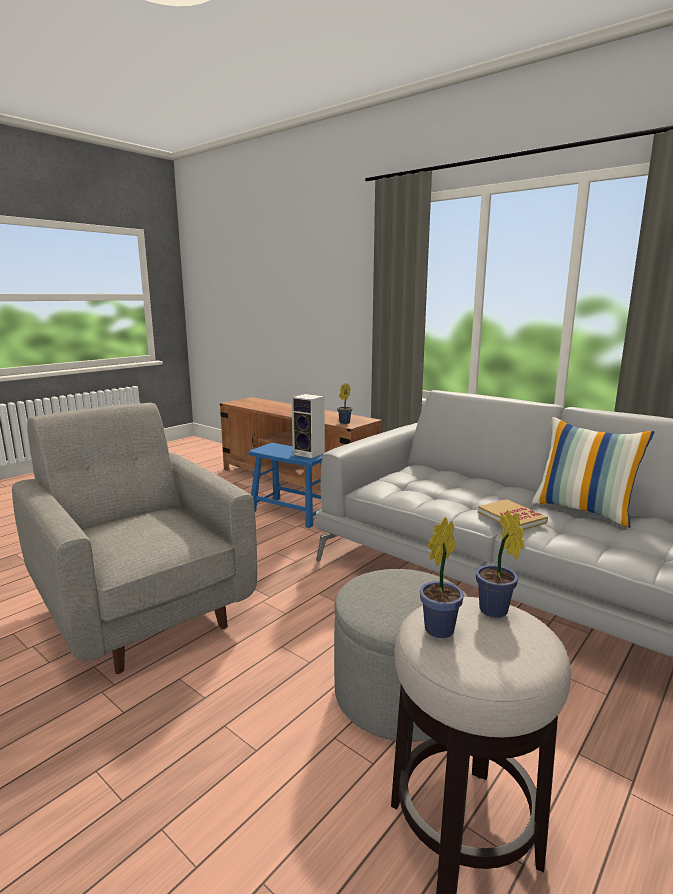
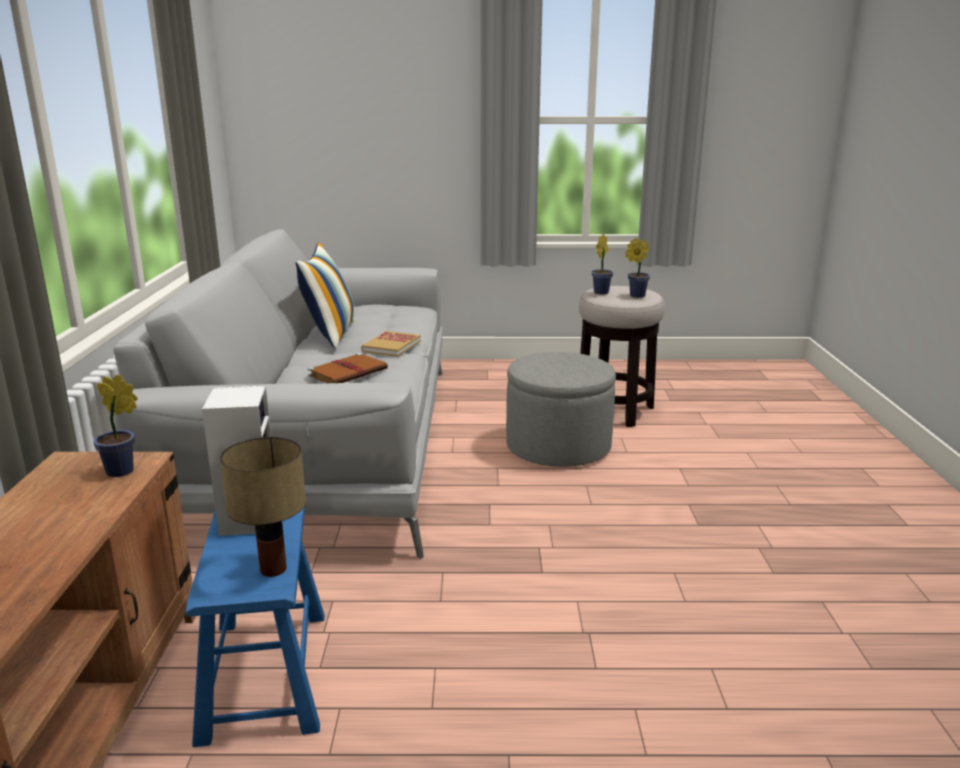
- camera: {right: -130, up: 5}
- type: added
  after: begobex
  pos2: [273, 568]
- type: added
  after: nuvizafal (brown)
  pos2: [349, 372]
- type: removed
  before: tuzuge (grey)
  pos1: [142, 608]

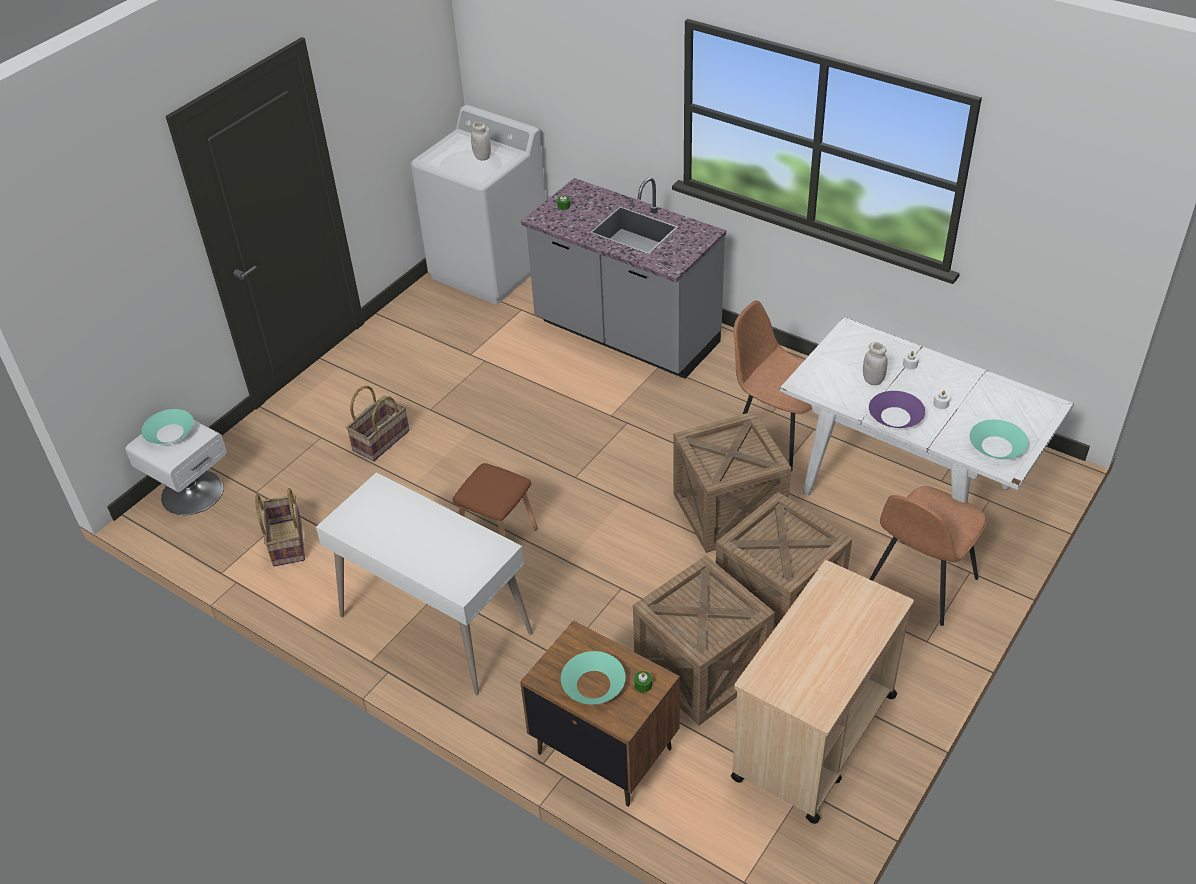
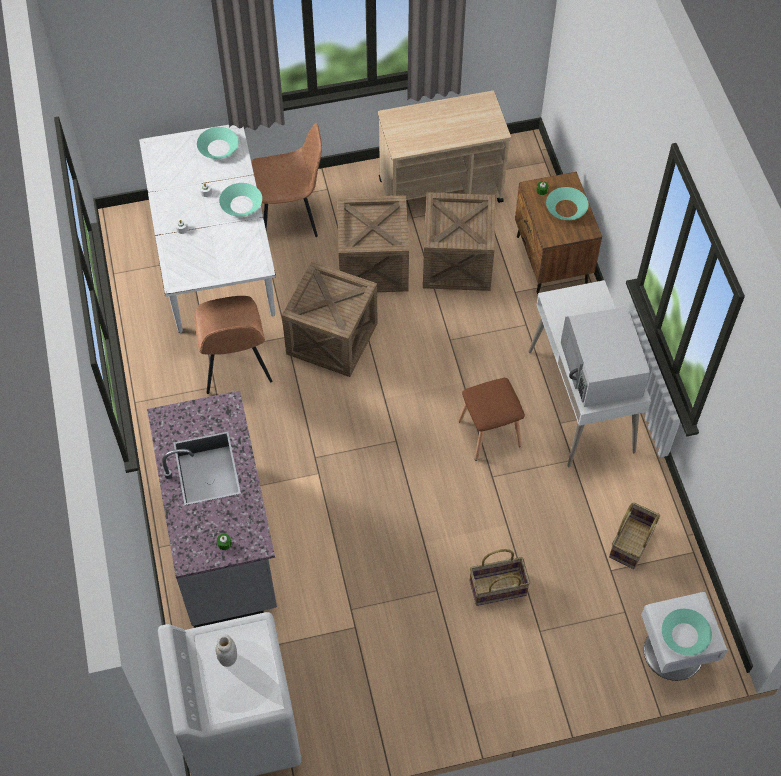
- camera: {right: -140, up: 15}
- type: recoloured
  before: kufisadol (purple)
  after: kufisadol (turquoise)
  pos1: [895, 416]
  pos2: [241, 204]
- type: added
  after: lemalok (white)
  pos2: [601, 369]
- type: removed
  before: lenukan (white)
  pos1: [873, 380]

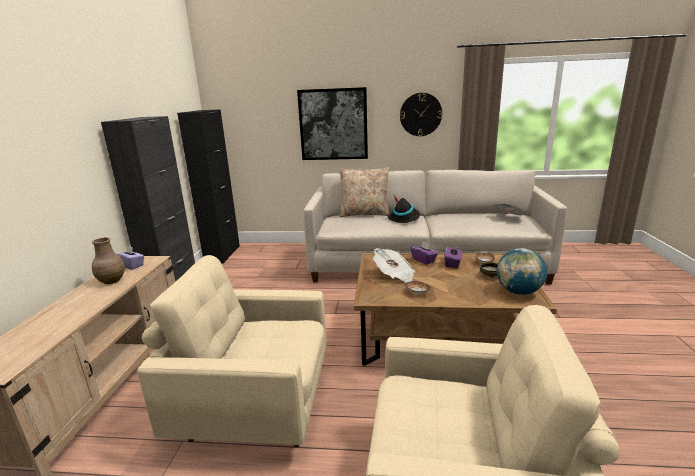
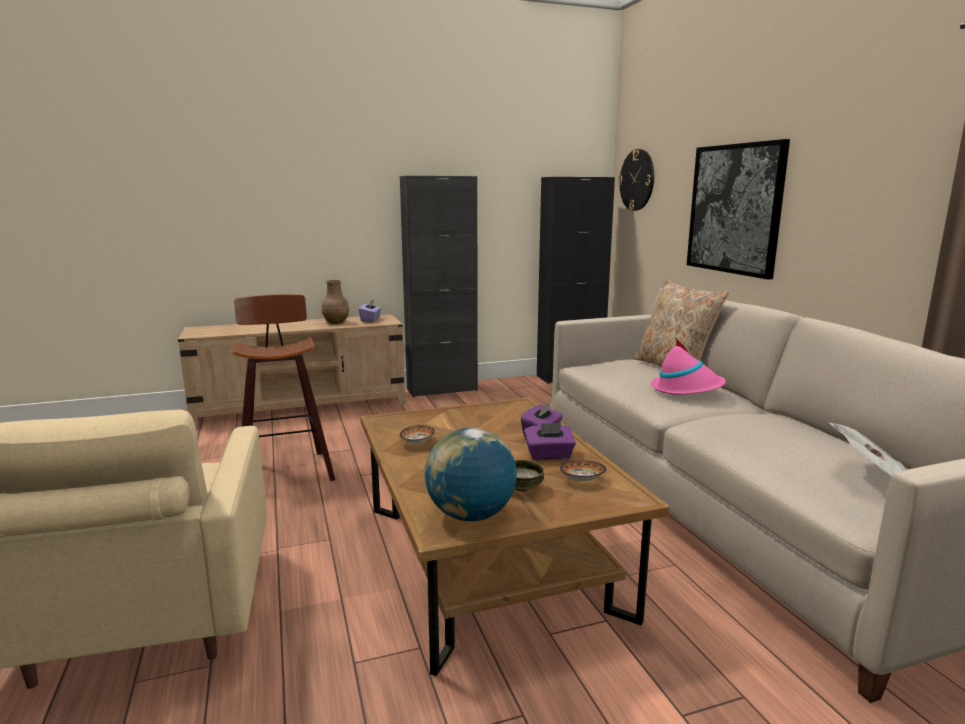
- camera: {right: 65, up: -5}
- type: replaced
  before: tuzuge (beige)
  after: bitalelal
  pos1: [254, 405]
  pos2: [285, 470]
- type: moved
  before: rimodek
  pos1: [420, 114]
  pos2: [637, 180]
- type: recoloured
  before: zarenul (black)
  after: zarenul (pink)
  pos1: [404, 218]
  pos2: [686, 389]
- type: removed
  before: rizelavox
  pos1: [394, 276]

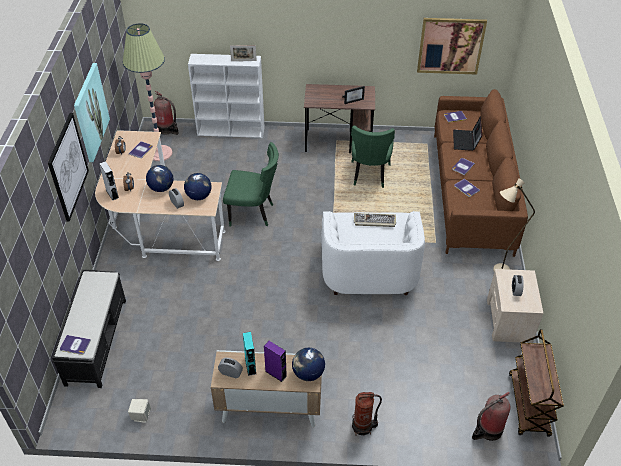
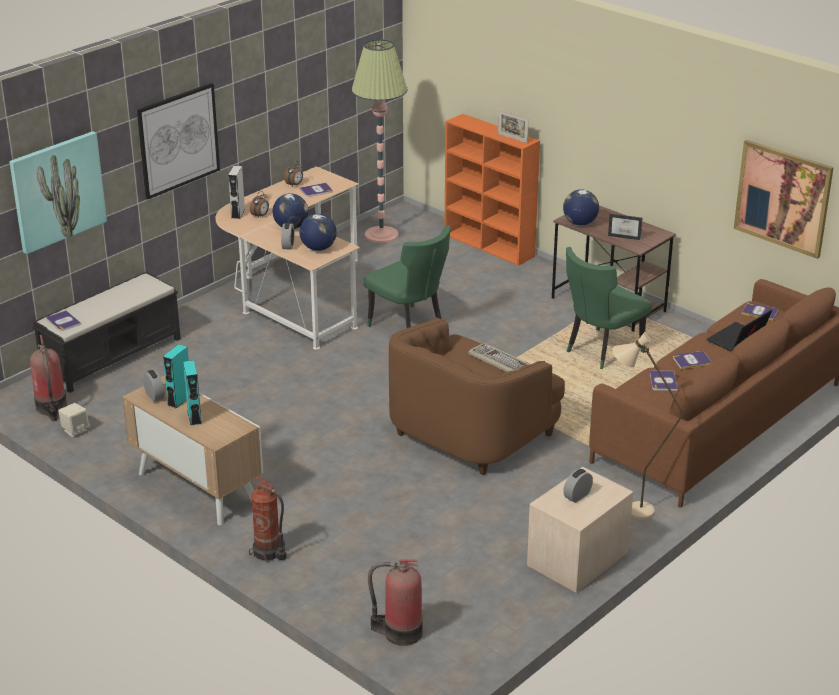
- camera: {right: 40, up: -15}
- type: moved
  before: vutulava
  pos1: [90, 112]
  pos2: [57, 191]
- type: moved
  before: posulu
  pos1: [167, 129]
  pos2: [51, 408]
- type: recoloured
  before: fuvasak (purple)
  after: fuvasak (turquoise)
  pos1: [276, 373]
  pos2: [194, 417]
- type: recoloured
  before: tuzuge (white)
  after: tuzuge (brown)
  pos1: [369, 269]
  pos2: [471, 432]
- type: recoloured
  before: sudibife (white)
  after: sudibife (orange)
  pos1: [231, 131]
  pos2: [490, 246]
- type: moved
  before: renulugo
  pos1: [308, 373]
  pos2: [579, 223]
- type: removed
  before: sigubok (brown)
  pos1: [529, 405]

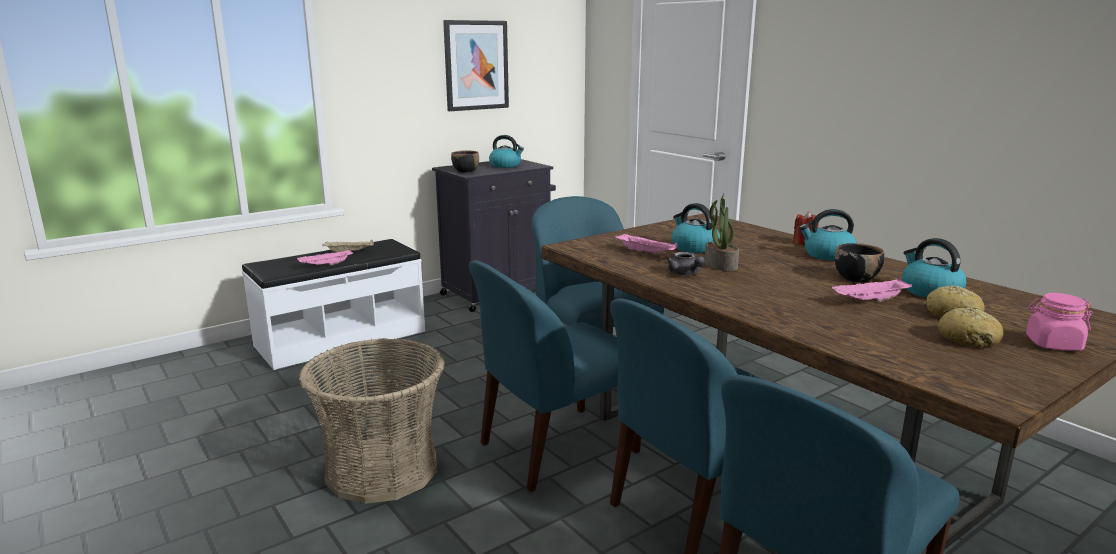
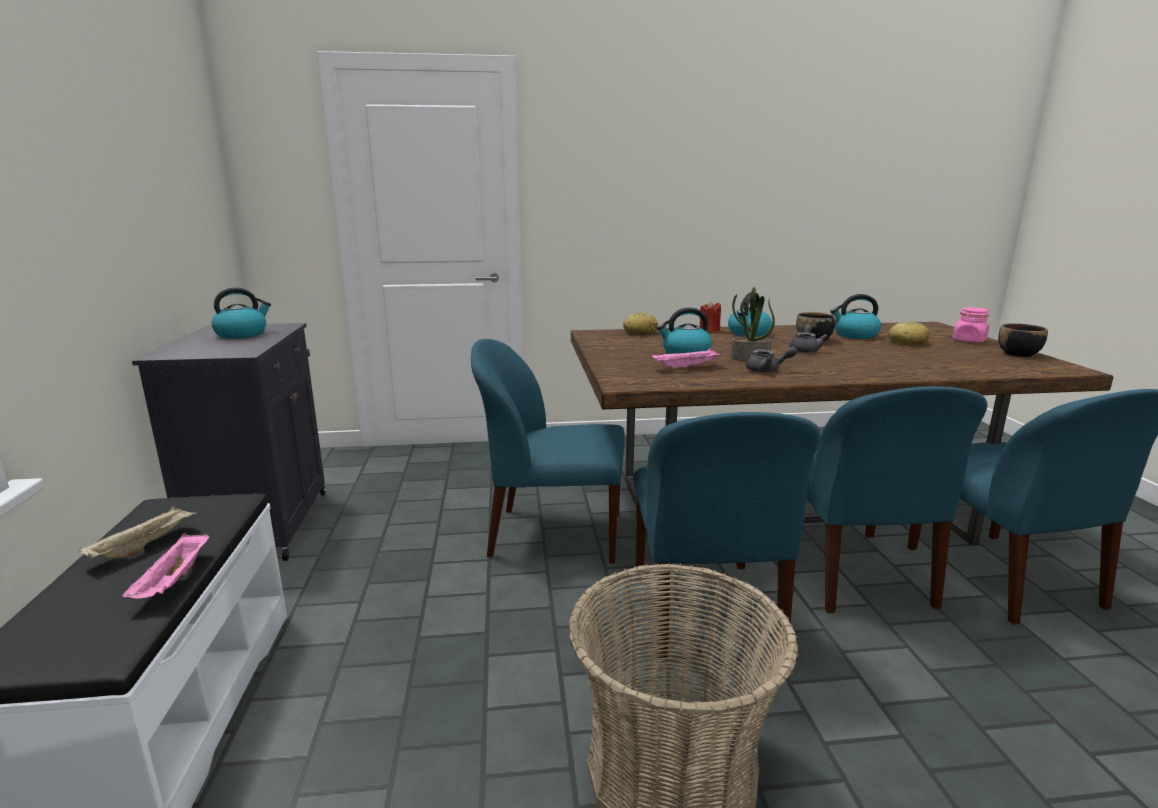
- camera: {right: -60, up: 0}
- type: moved
  before: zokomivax
  pos1: [968, 339]
  pos2: [640, 332]
- type: added
  after: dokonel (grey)
  pos2: [805, 349]
- type: moved
  before: kufisadol (black)
  pos1: [465, 171]
  pos2: [1018, 354]
- type: removed
  before: vutulava
  pos1: [476, 65]
- type: removed
  before: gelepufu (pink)
  pos1: [870, 301]

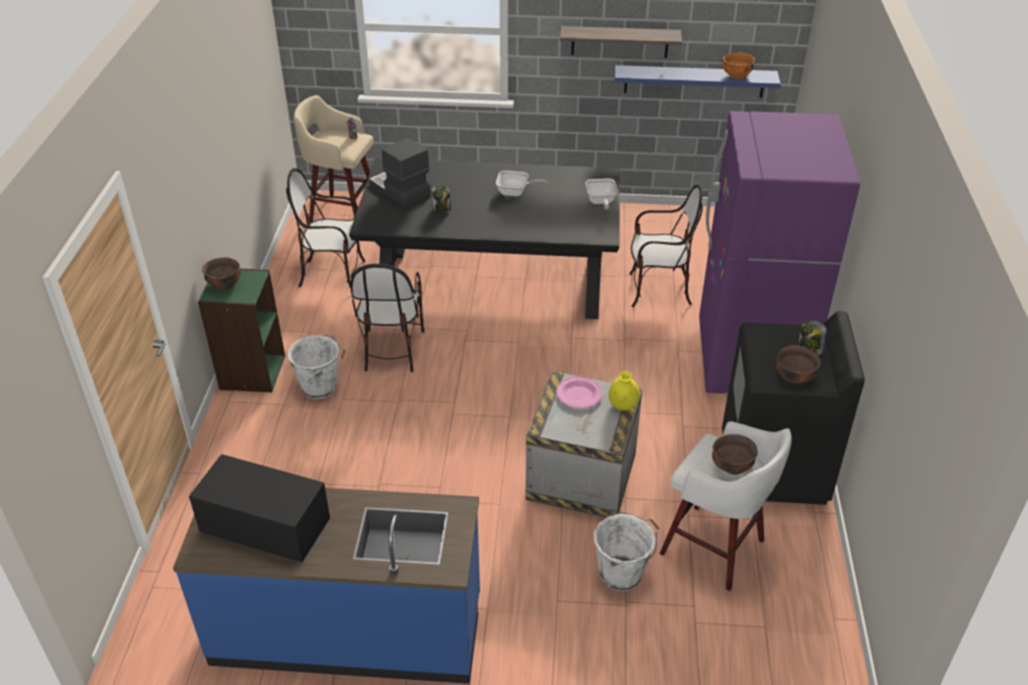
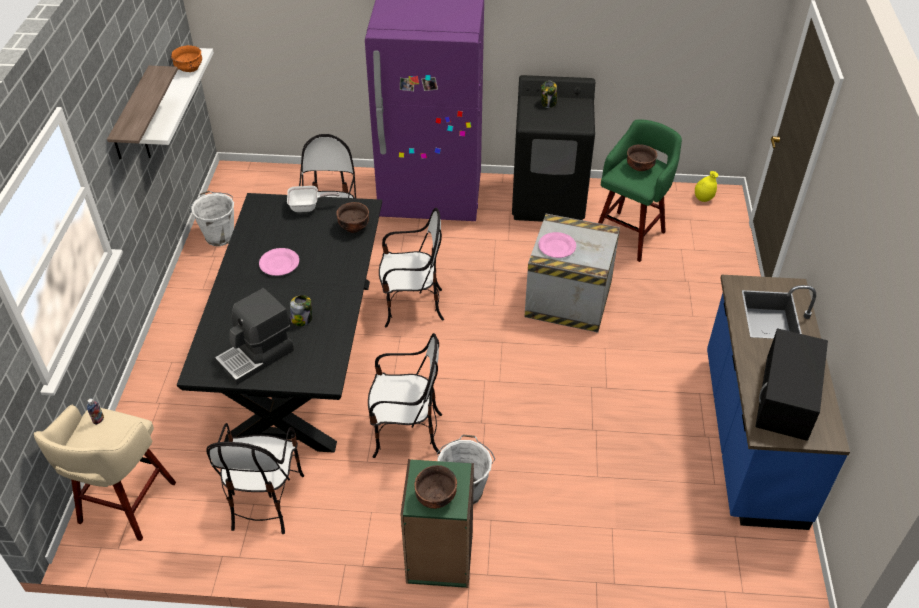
- camera: {right: -90, up: 5}
- type: recoloured
  before: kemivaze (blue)
  after: kemivaze (white)
  pos1: [694, 81]
  pos2: [166, 103]
- type: moved
  before: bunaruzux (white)
  pos1: [622, 573]
  pos2: [219, 236]
- type: replaced
  before: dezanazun
  after: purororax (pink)
  pos1: [516, 192]
  pos2: [279, 264]
- type: moved
  before: kufisadol (brown)
  pos1: [794, 377]
  pos2: [353, 227]
- type: added
  after: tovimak
  pos2: [412, 306]
- type: recoloured
  before: bitalelal (white)
  after: bitalelal (green)
  pos1: [715, 549]
  pos2: [630, 235]
- type: moved
  before: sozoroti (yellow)
  pos1: [622, 406]
  pos2: [703, 198]

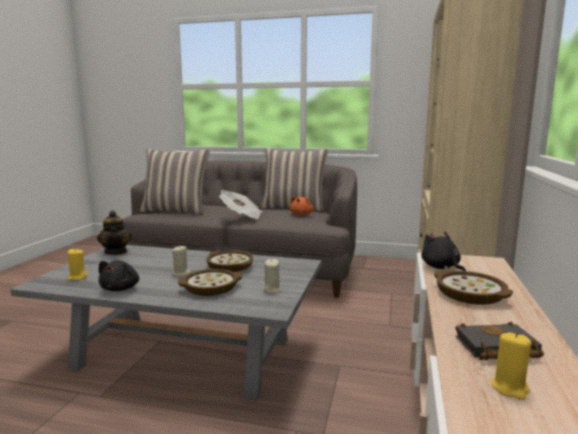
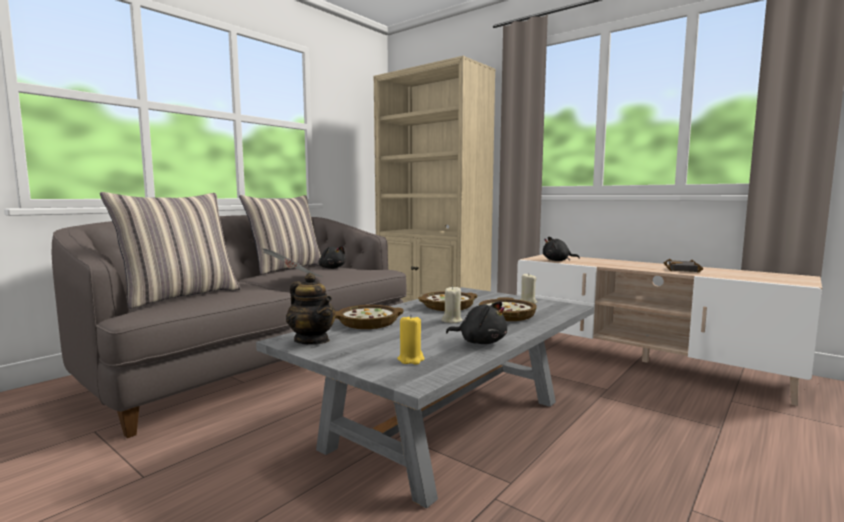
- camera: {right: -65, up: -5}
- type: turned
  before: dokonel
  pos1: [116, 252]
  pos2: [312, 340]
  turn: 45
- type: recoloured
  before: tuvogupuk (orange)
  after: tuvogupuk (black)
  pos1: [302, 215]
  pos2: [331, 268]
- type: moved
  before: kufisadol
  pos1: [470, 294]
  pos2: [368, 323]
- type: removed
  before: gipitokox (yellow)
  pos1: [510, 388]

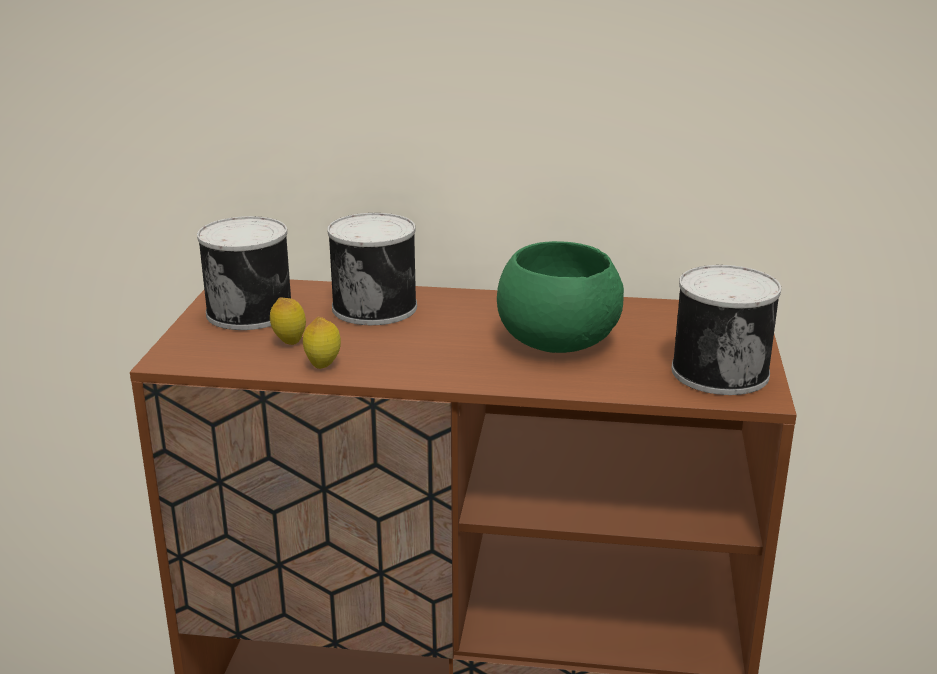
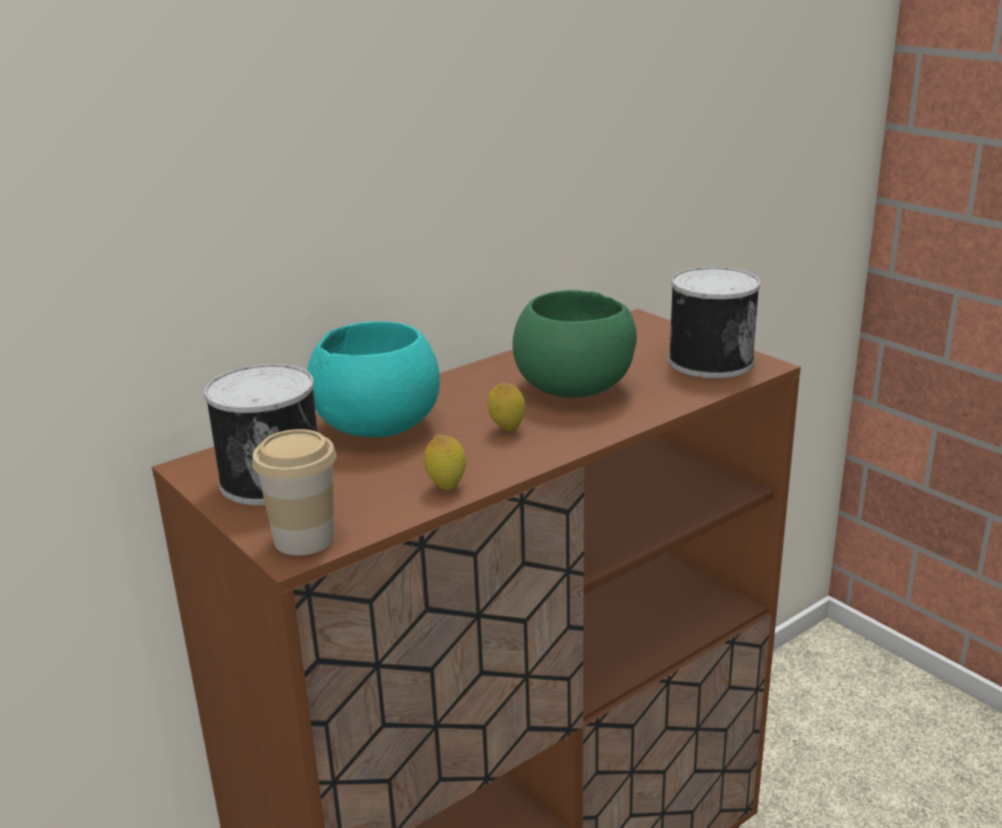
- camera: {right: -45, up: 0}
- type: added
  after: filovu
  pos2: [304, 539]
- type: replaced
  before: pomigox
  after: kufisadol (turquoise)
  pos1: [376, 306]
  pos2: [377, 424]
- type: moved
  before: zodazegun
  pos1: [289, 342]
  pos2: [507, 430]

